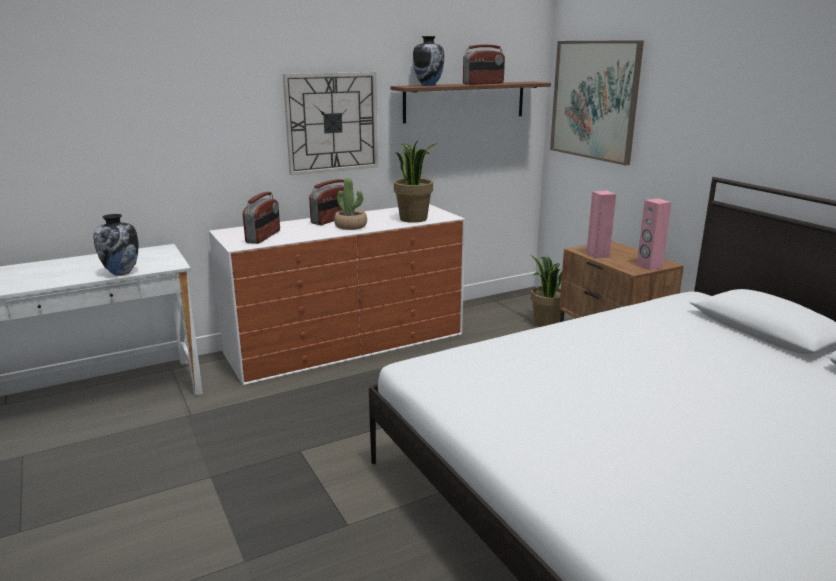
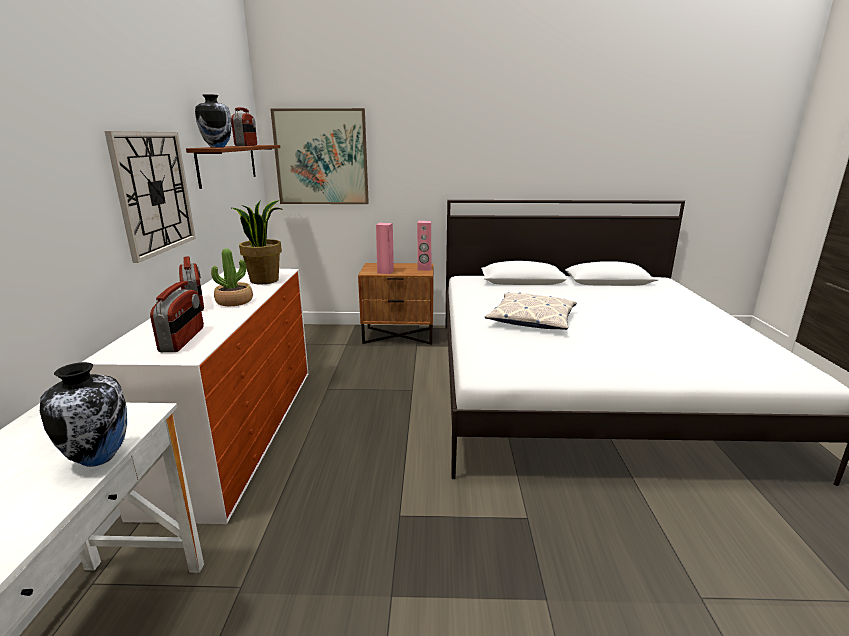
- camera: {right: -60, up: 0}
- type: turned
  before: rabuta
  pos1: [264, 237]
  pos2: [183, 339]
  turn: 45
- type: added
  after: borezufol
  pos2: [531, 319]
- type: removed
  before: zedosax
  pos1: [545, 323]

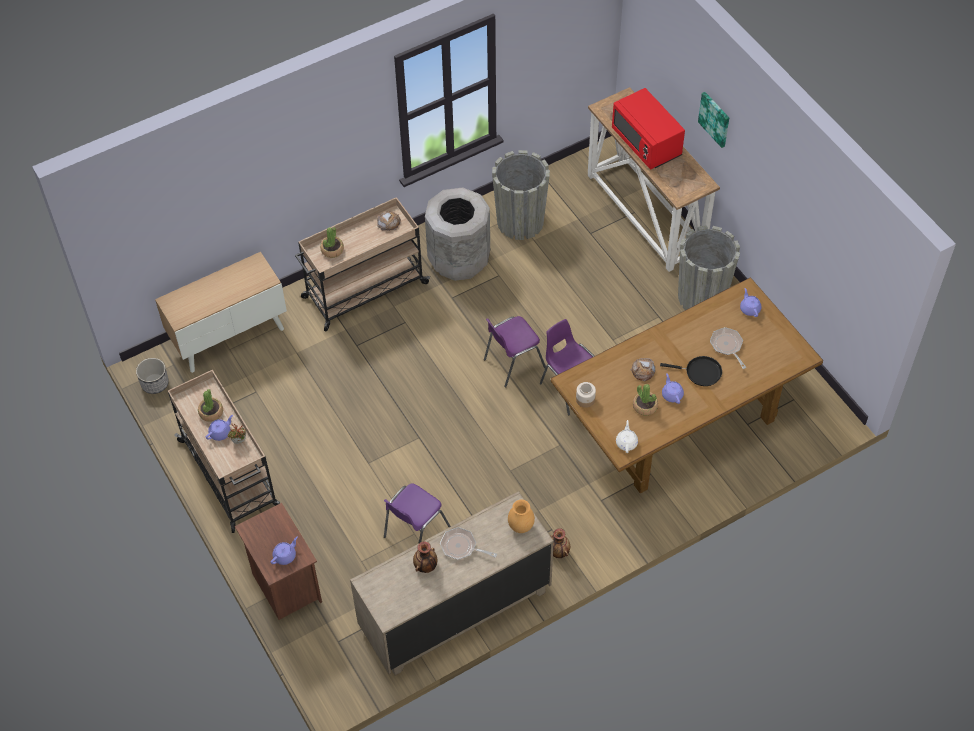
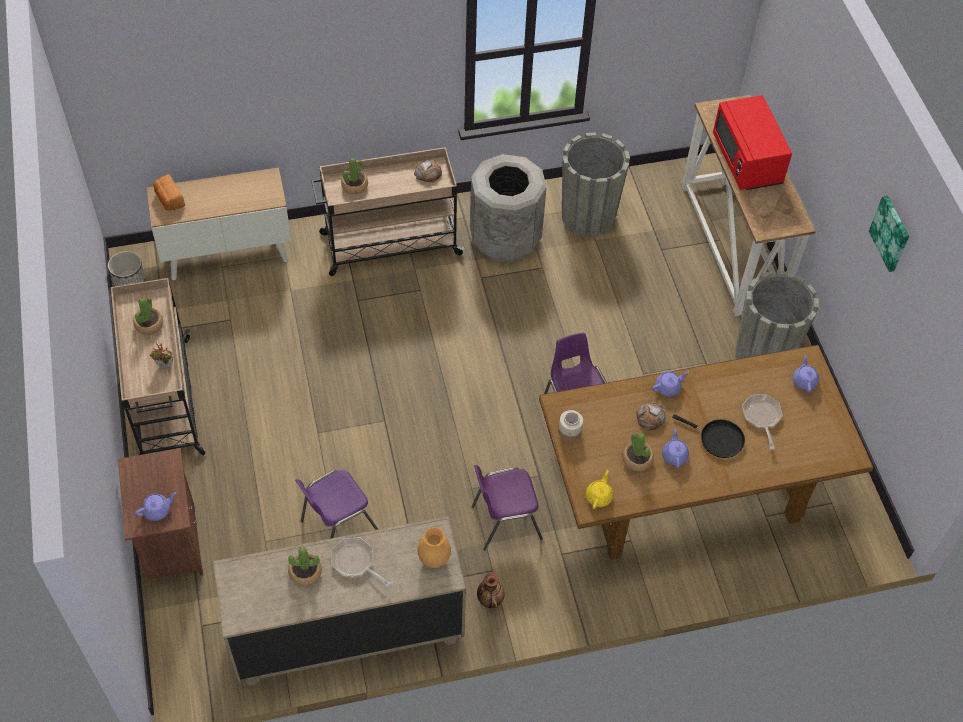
- camera: {right: 15, up: 0}
- type: added
  after: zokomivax
  pos2: [169, 199]
- type: replaced
  before: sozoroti
  after: zedosax
  pos1: [426, 566]
  pos2: [305, 572]
- type: moved
  before: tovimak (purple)
  pos1: [512, 363]
  pos2: [504, 522]
- type: recoloured
  before: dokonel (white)
  after: dokonel (yellow)
  pos1: [626, 442]
  pos2: [599, 496]
- type: moved
  before: dokonel (purple)
  pos1: [220, 433]
  pos2: [668, 387]
- type: moved
  before: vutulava
  pos1: [715, 119]
  pos2: [891, 233]

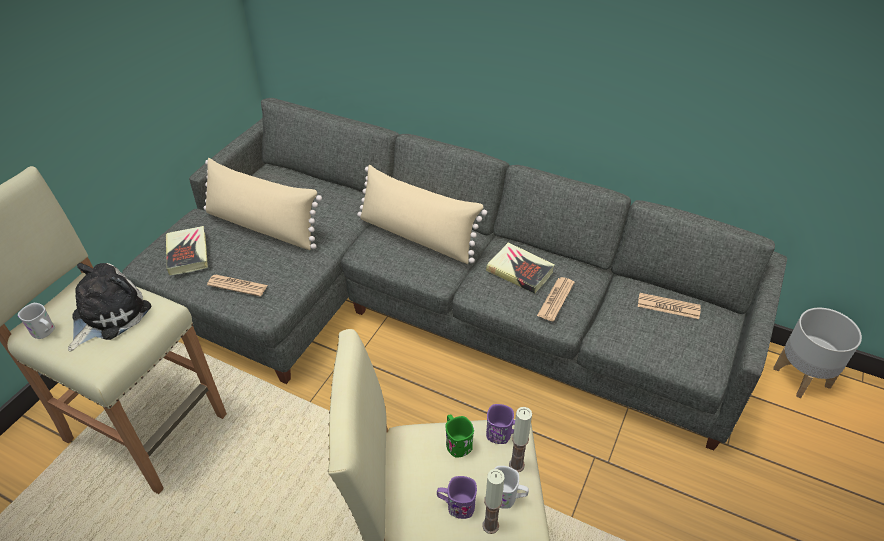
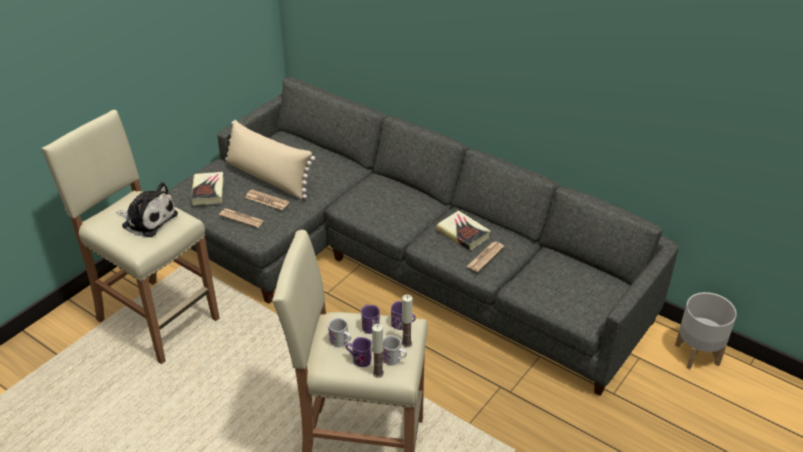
- camera: {right: 10, up: -5}
- type: turned
  before: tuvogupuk
  pos1: [107, 315]
  pos2: [147, 219]
  turn: 75
- type: moved
  before: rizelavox
  pos1: [668, 306]
  pos2: [267, 200]
- type: moved
  before: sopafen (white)
  pos1: [45, 332]
  pos2: [341, 342]
- type: recoloured
  before: sopafen (green)
  after: sopafen (purple)
  pos1: [456, 442]
  pos2: [370, 325]
- type: removed
  before: borezufol (beige)
  pos1: [417, 236]

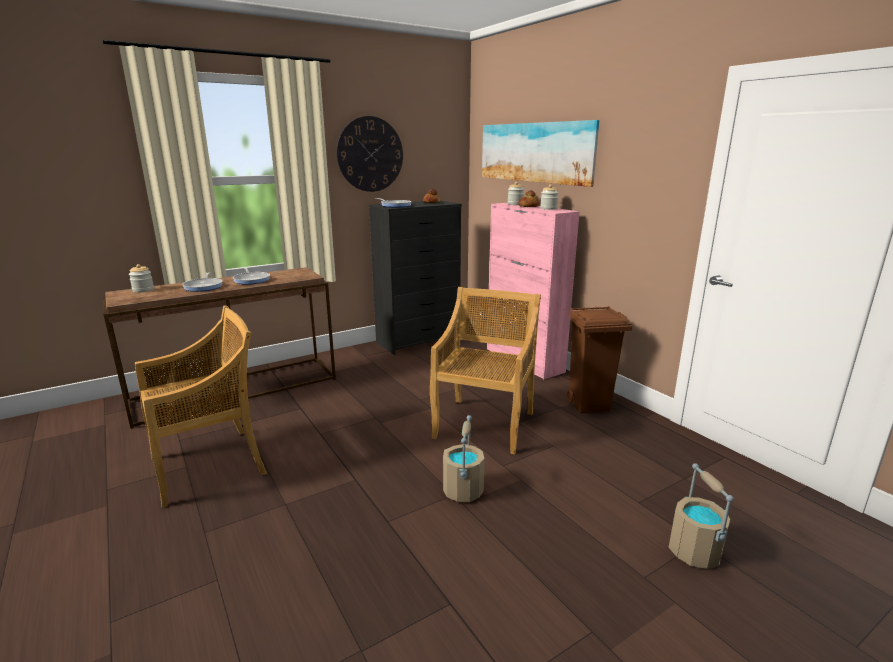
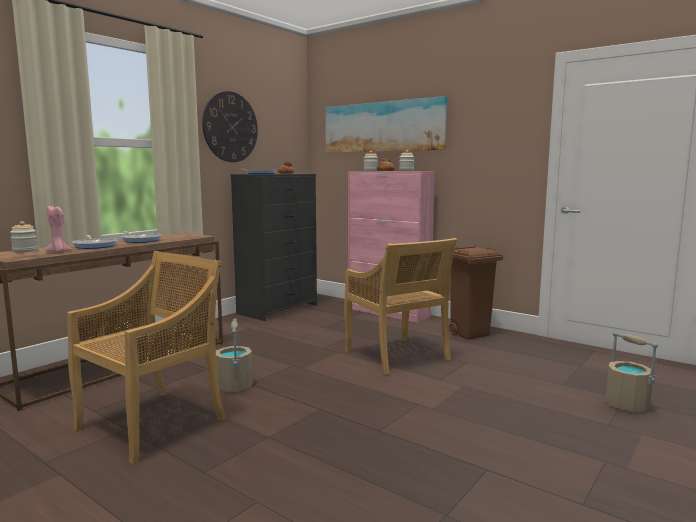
- camera: {right: -20, up: -10}
- type: added
  after: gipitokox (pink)
  pos2: [58, 252]
- type: moved
  before: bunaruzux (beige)
  pos1: [463, 490]
  pos2: [234, 386]
- type: turned
  before: tovimak (beige)
  pos1: [484, 424]
  pos2: [397, 356]
  turn: 150

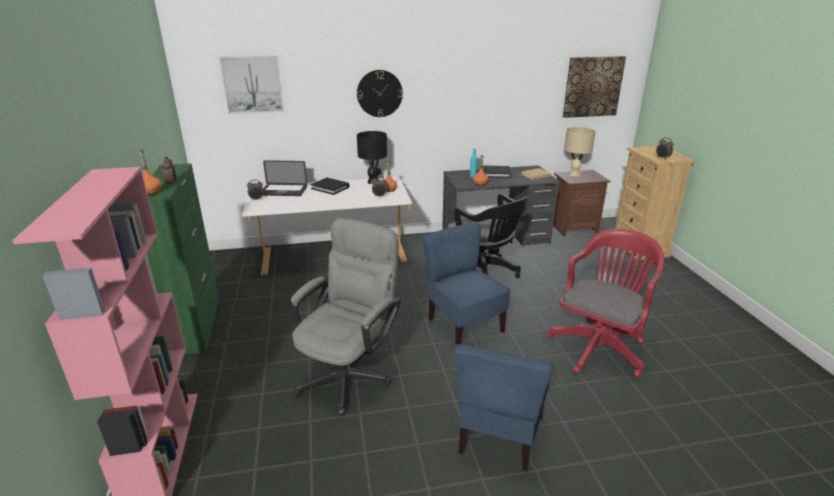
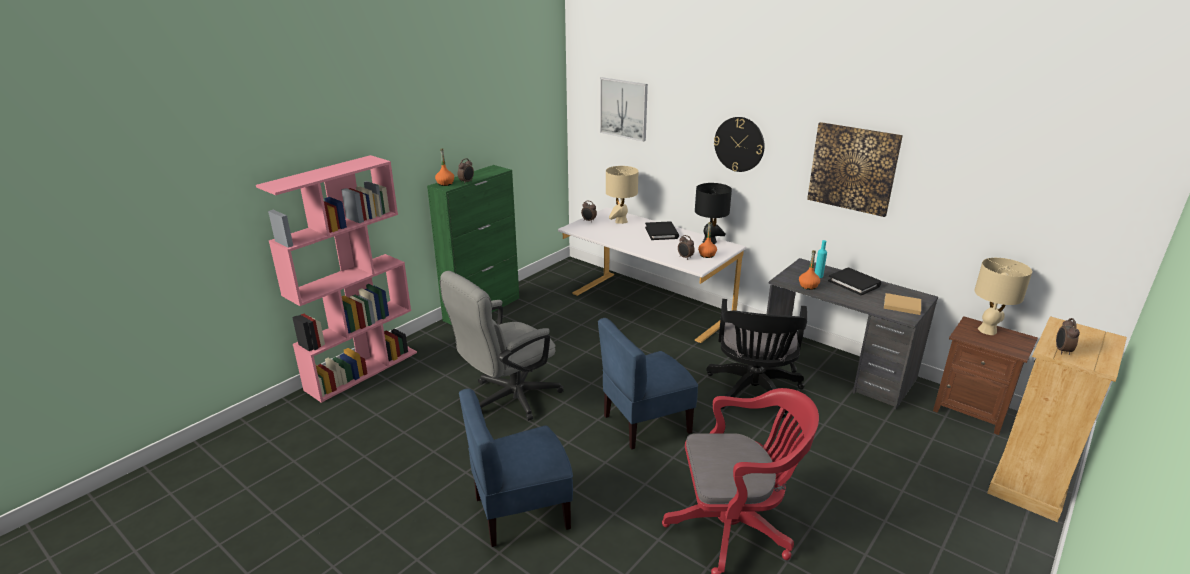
- camera: {right: 50, up: 0}
- type: turned
  before: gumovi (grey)
  pos1: [349, 374]
  pos2: [507, 399]
  turn: 150
- type: turned
  before: tovimak (blue)
  pos1: [464, 326]
  pos2: [646, 424]
  turn: -135
- type: replaced
  before: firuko
  after: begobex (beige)
  pos1: [283, 191]
  pos2: [621, 221]
- type: moved
  before: vutulava
  pos1: [592, 87]
  pos2: [853, 168]

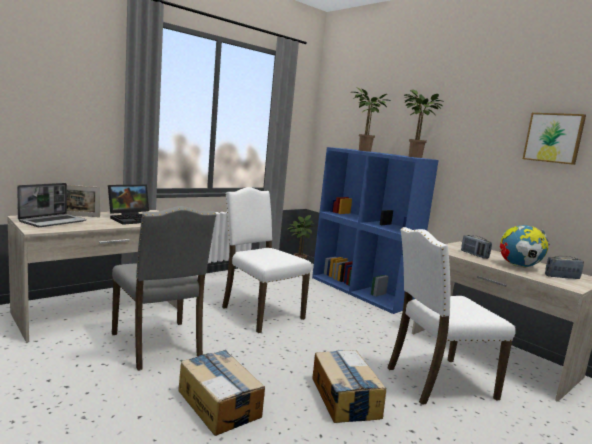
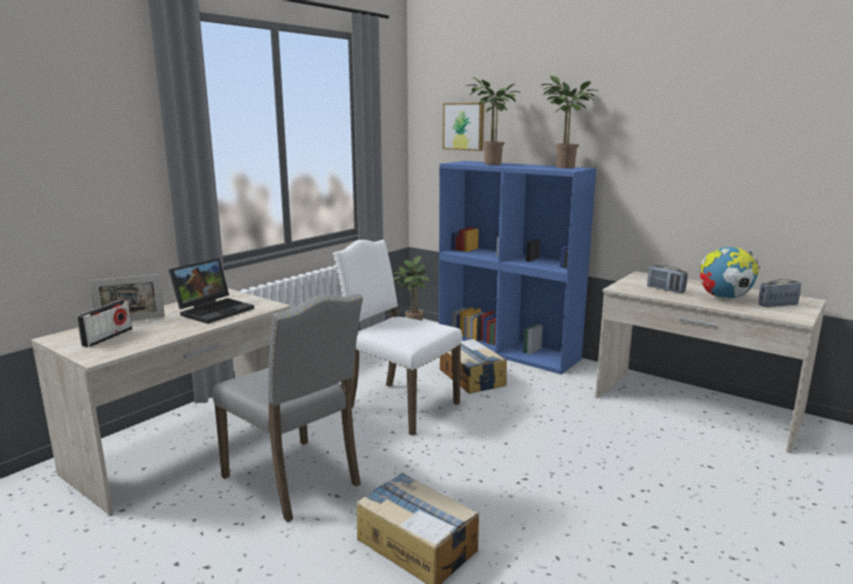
- camera: {right: -10, up: 5}
- type: replaced
  before: firuko
  after: rabuta
  pos1: [53, 221]
  pos2: [107, 337]
- type: moved
  before: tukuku
  pos1: [344, 398]
  pos2: [471, 377]
- type: moved
  before: vutulava
  pos1: [553, 138]
  pos2: [464, 126]
- type: removed
  before: tovimak (white)
  pos1: [437, 381]

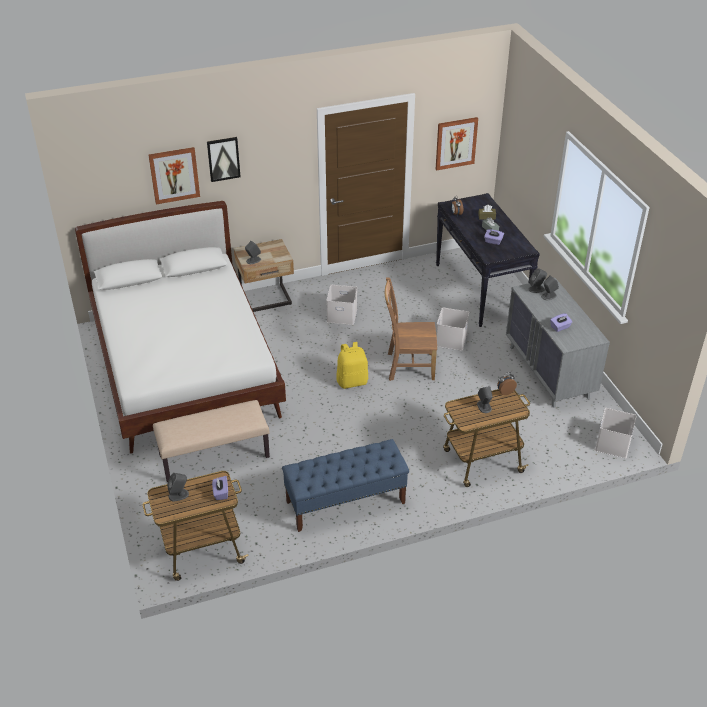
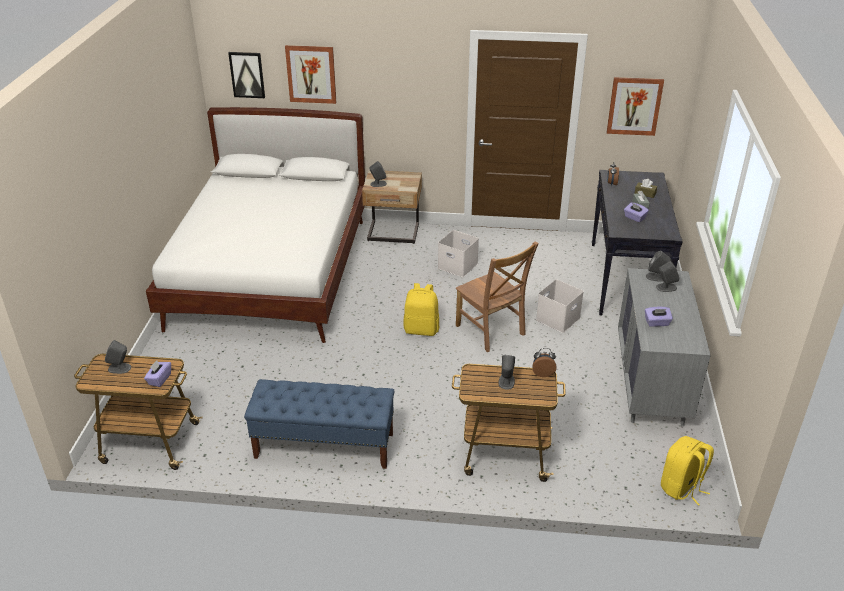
- camera: {right: 25, up: -5}
- type: moved
  before: vutulava
  pos1: [223, 159]
  pos2: [247, 74]
- type: turned
  before: tovimak (brown)
  pos1: [408, 366]
  pos2: [491, 331]
  turn: -150
- type: replaced
  before: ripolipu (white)
  after: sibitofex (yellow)
  pos1: [613, 444]
  pos2: [681, 488]
- type: removed
  before: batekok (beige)
  pos1: [214, 456]

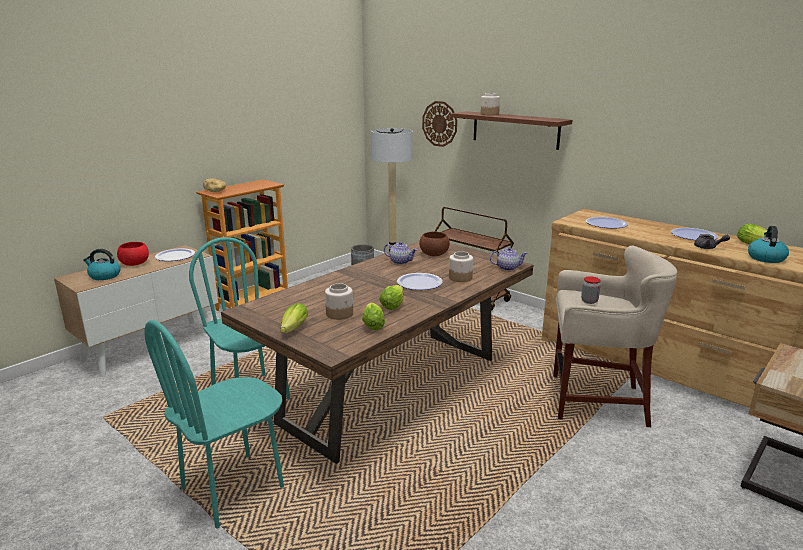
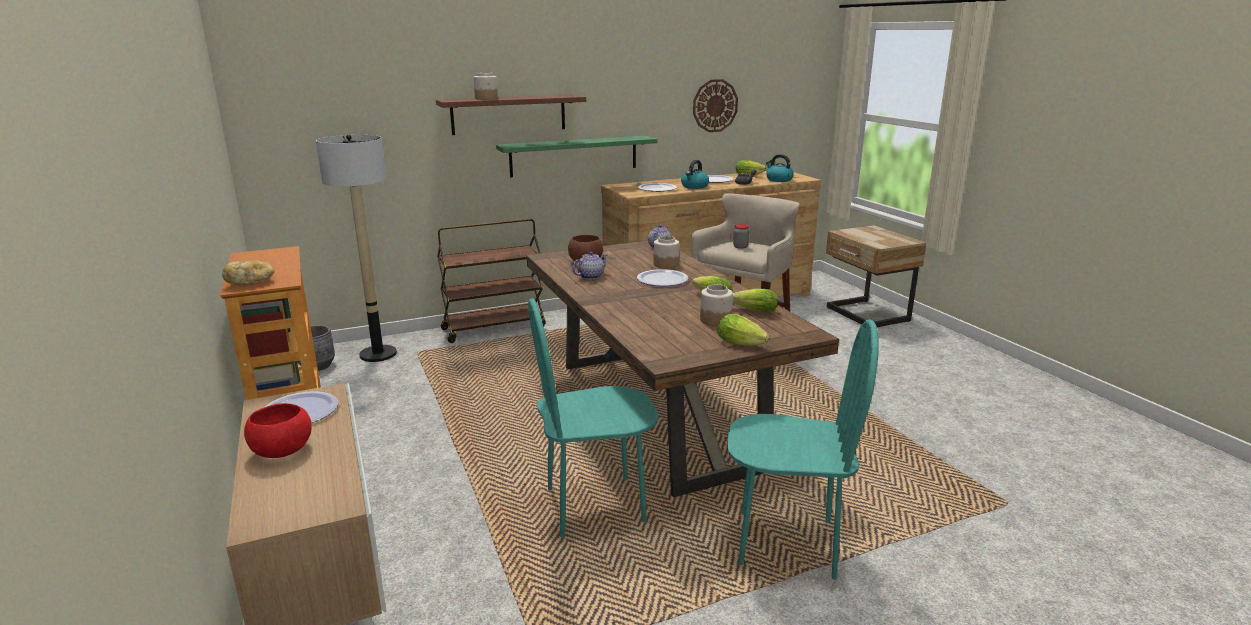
- camera: {right: -65, up: 0}
- type: added
  after: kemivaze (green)
  pos2: [574, 156]
- type: moved
  before: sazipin
  pos1: [104, 276]
  pos2: [694, 186]
- type: moved
  before: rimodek
  pos1: [440, 124]
  pos2: [715, 105]
- type: turned
  before: tovimak (turquoise)
  pos1: [233, 488]
  pos2: [786, 543]
  turn: -60

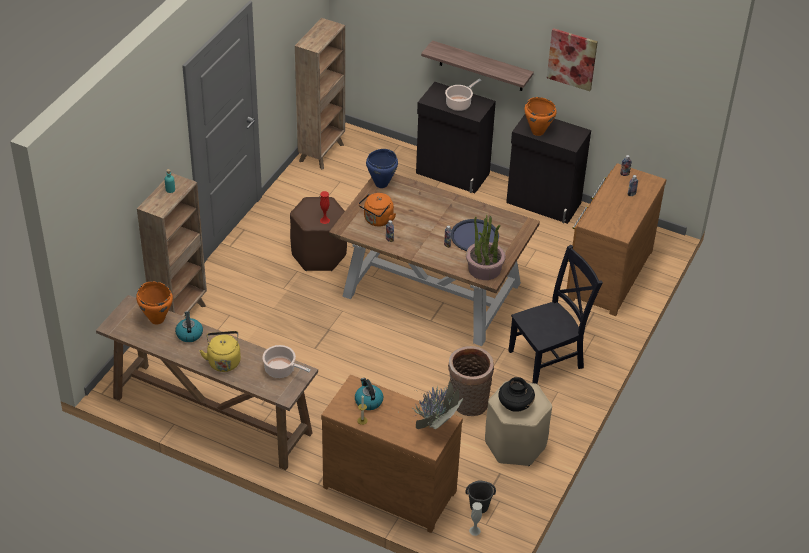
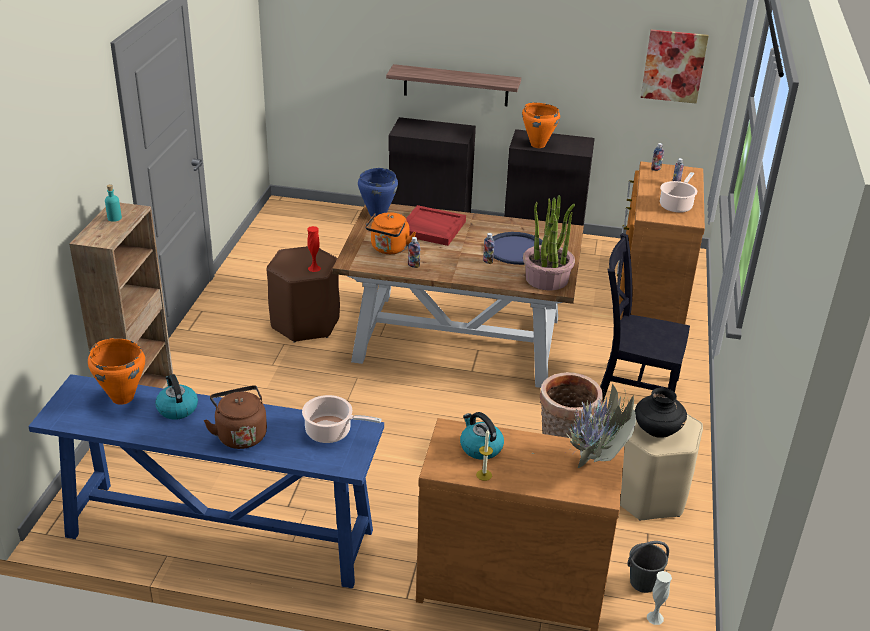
- camera: {right: -15, up: -10}
- type: recoloured
  before: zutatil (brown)
  after: zutatil (blue)
  pos1: [210, 415]
  pos2: [218, 533]
- type: recoloured
  before: sazipin (yellow)
  after: sazipin (brown)
  pos1: [223, 361]
  pos2: [240, 434]
- type: added
  after: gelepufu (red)
  pos2: [431, 228]
- type: turned
  before: tovimak (black)
  pos1: [549, 358]
  pos2: [633, 388]
  turn: -120
- type: moved
  before: vutulava
  pos1: [572, 59]
  pos2: [673, 66]
- type: moved
  before: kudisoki
  pos1: [459, 104]
  pos2: [676, 205]
- type: removed
  before: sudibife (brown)
  pos1: [322, 152]

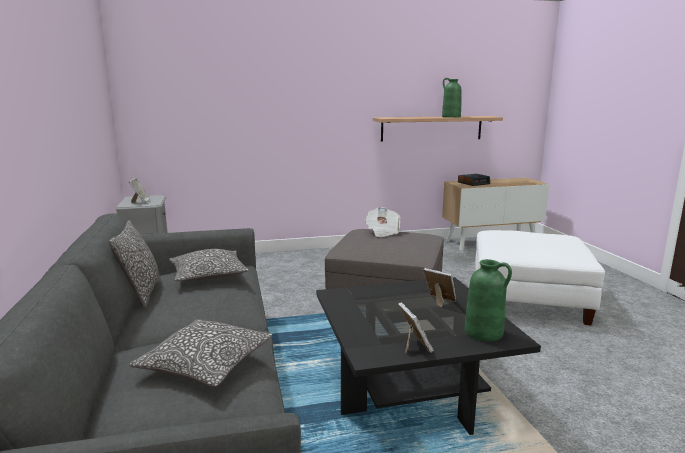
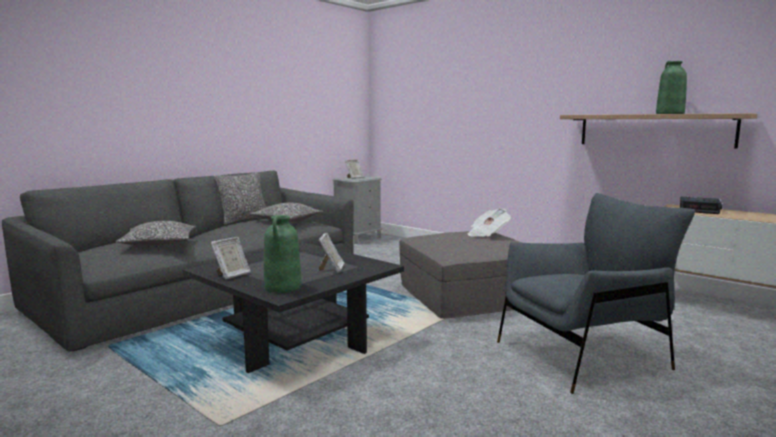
- camera: {right: 55, up: -5}
- type: replaced
  before: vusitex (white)
  after: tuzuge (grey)
  pos1: [528, 298]
  pos2: [582, 355]

